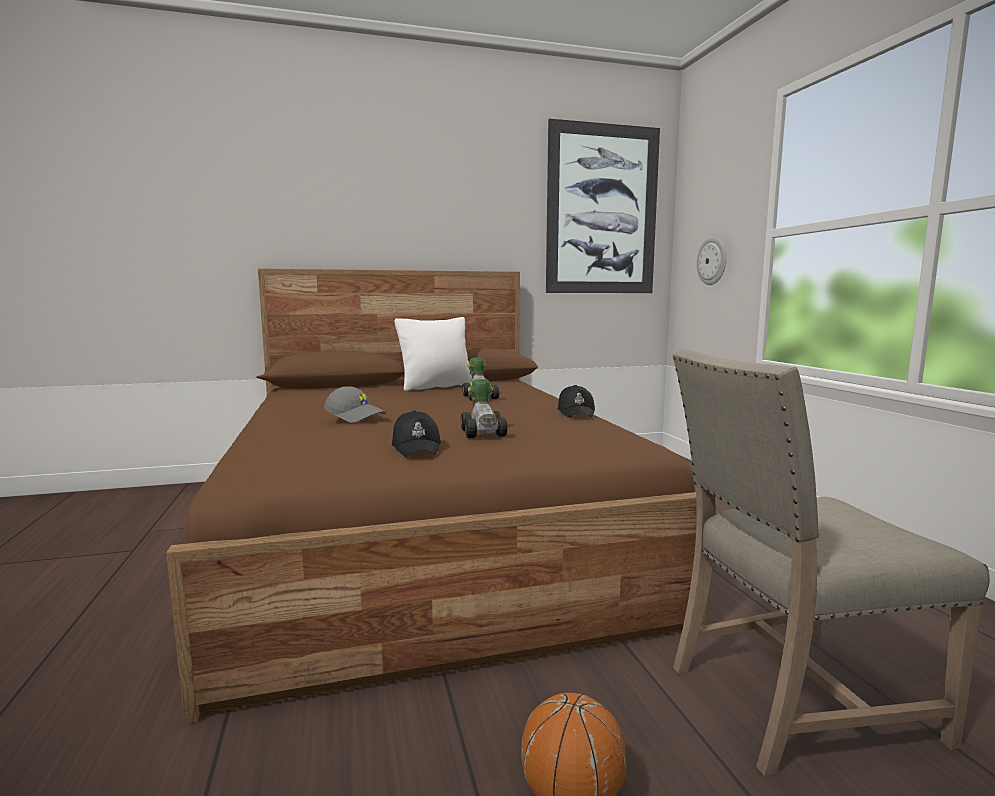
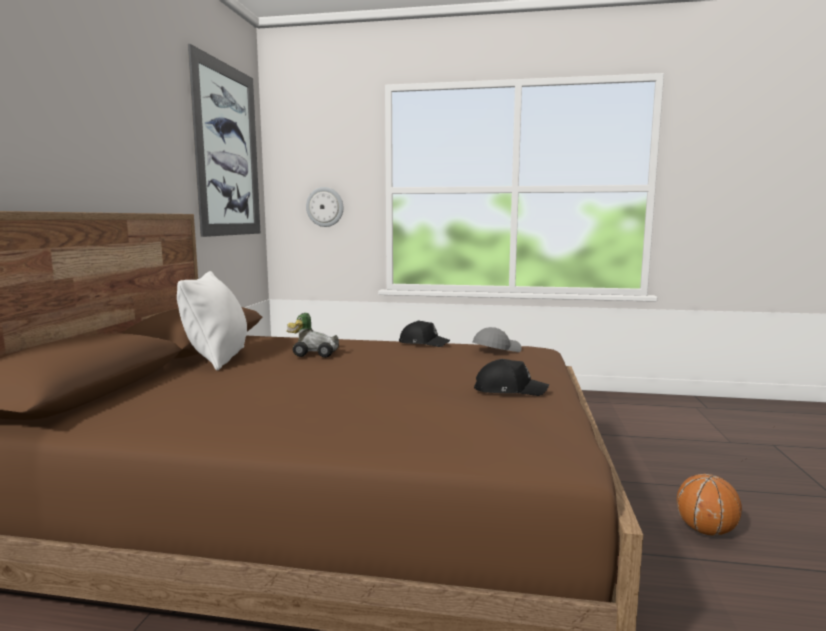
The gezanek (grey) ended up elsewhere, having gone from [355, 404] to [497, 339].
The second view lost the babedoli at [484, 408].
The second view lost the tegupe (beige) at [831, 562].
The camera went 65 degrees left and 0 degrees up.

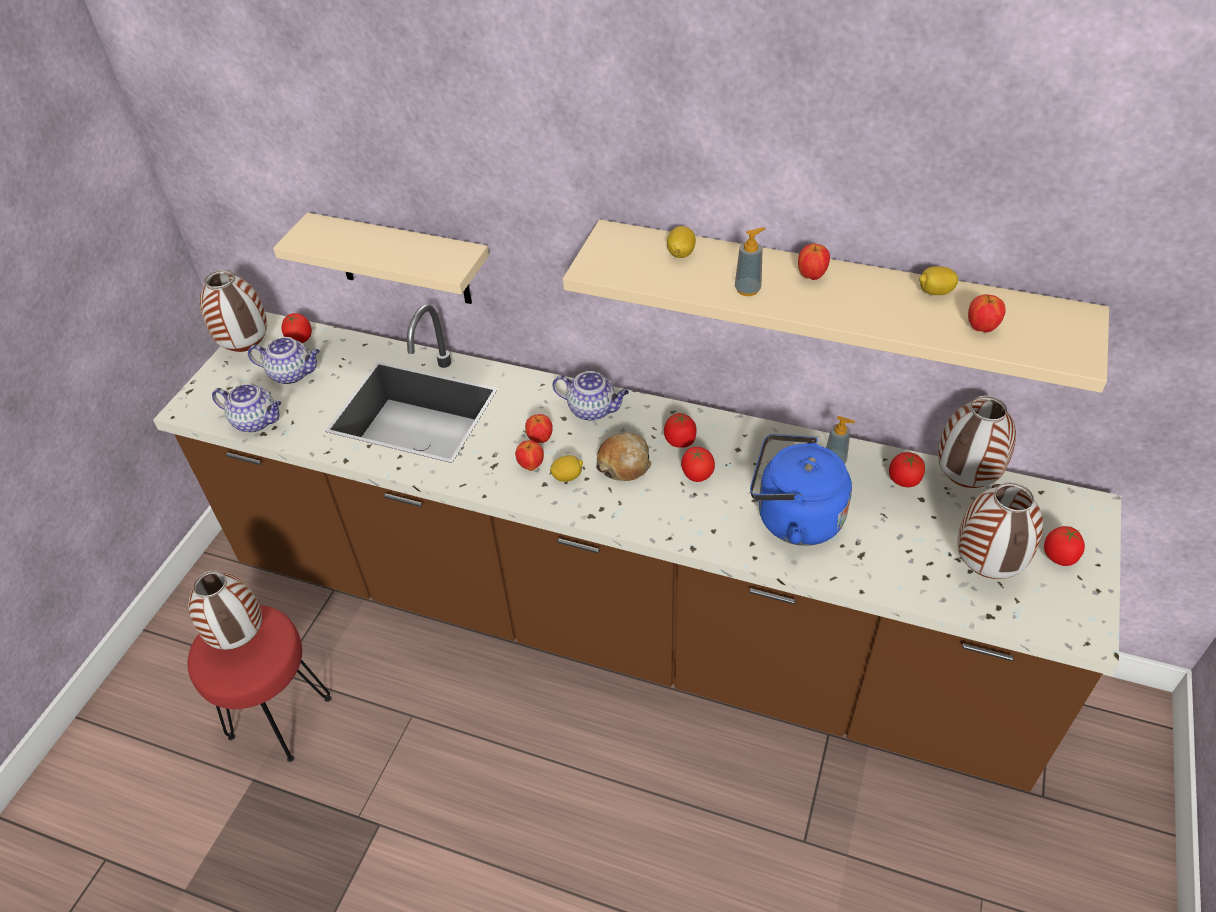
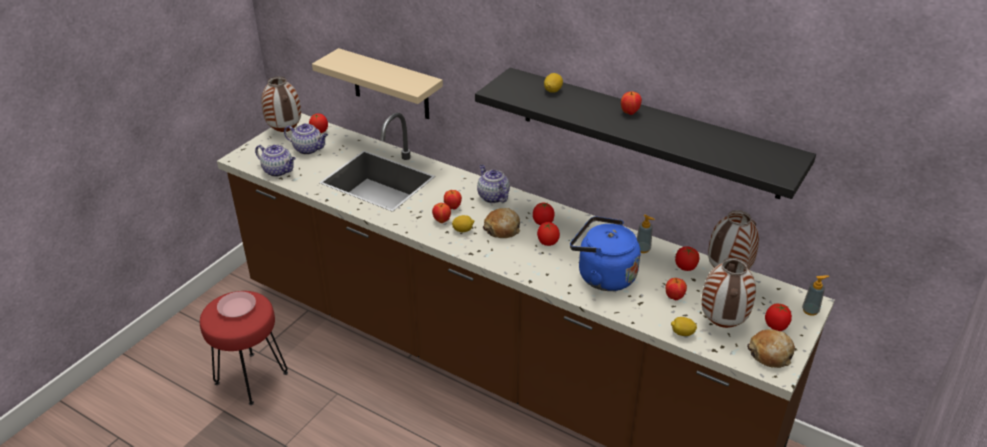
Where the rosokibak stood at [225, 610], the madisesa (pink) came to stand at [236, 305].
The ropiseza at [590, 396] ended up facing another way, 150 degrees counterclockwise from before.
What was the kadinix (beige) at [836, 306] turned into the kadinix (black) at [645, 133].
The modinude ended up elsewhere, having gone from [750, 261] to [815, 295].
The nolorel ended up elsewhere, having gone from [938, 280] to [684, 326].
The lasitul ended up elsewhere, having gone from [987, 313] to [676, 289].
The second view gained the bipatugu at [771, 348].
The camera went 10 degrees right and 10 degrees down.

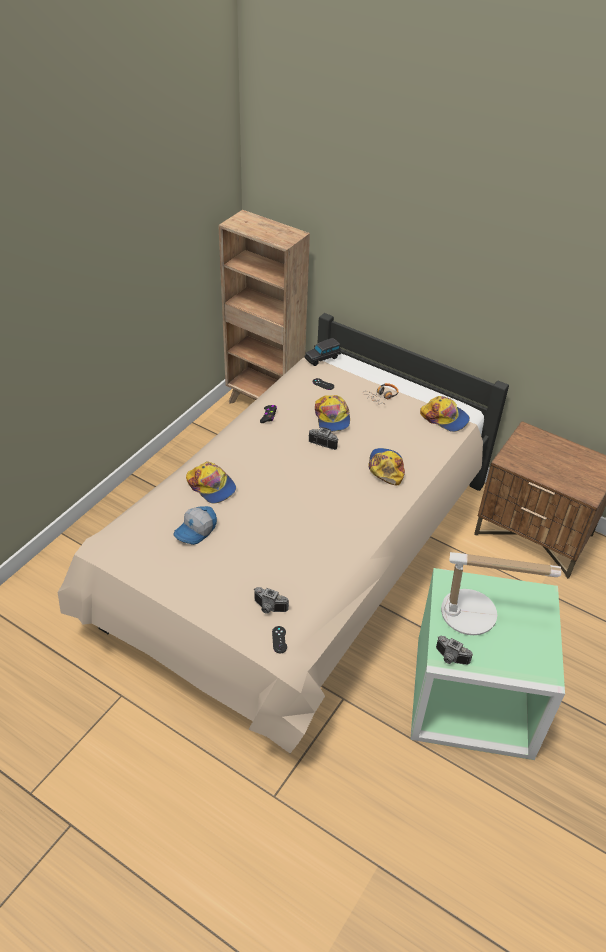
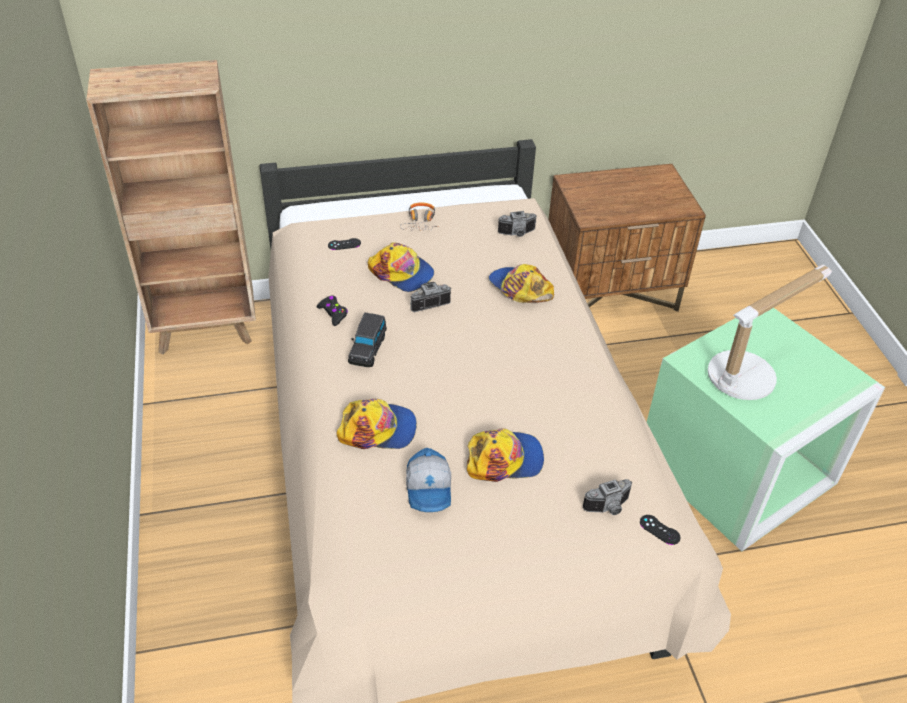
The babedoli (black) ended up elsewhere, having gone from [323, 352] to [367, 340].
The gezanek ended up elsewhere, having gone from [445, 414] to [505, 455].
The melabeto ended up elsewhere, having gone from [454, 650] to [517, 224].
The camera went 45 degrees left and 0 degrees up.

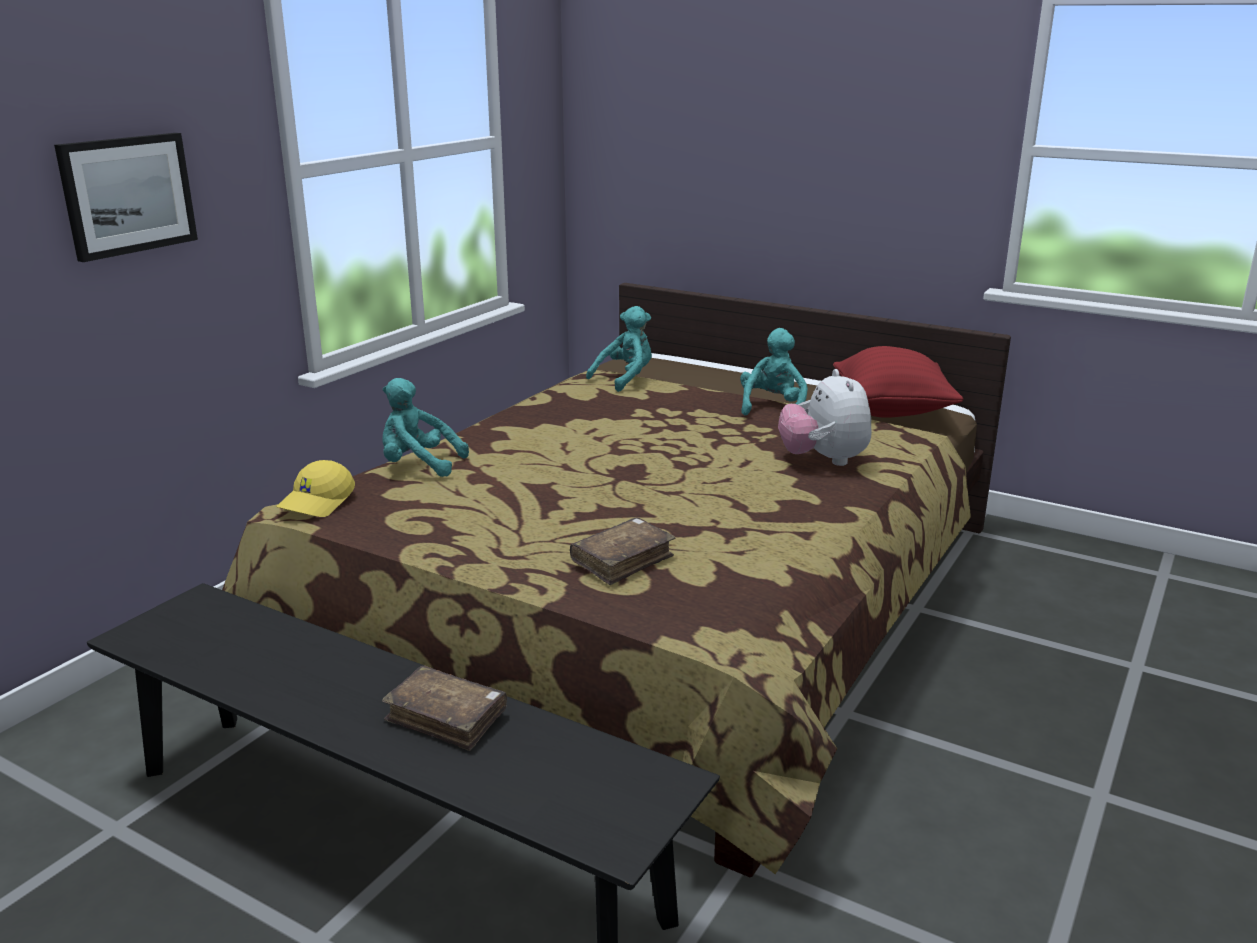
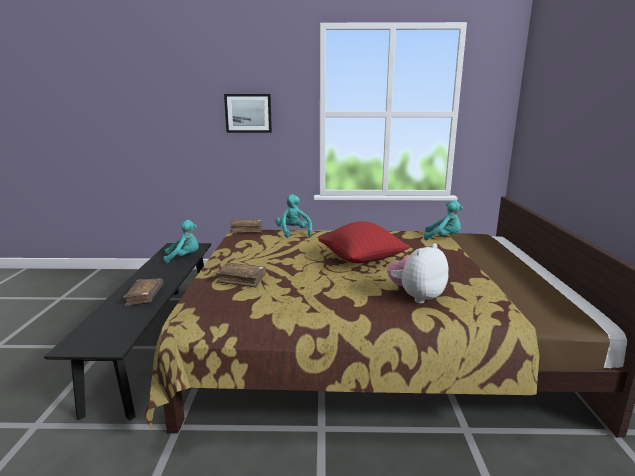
Where the gezanek (yellow) stood at [315, 488], the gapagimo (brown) came to stand at [246, 226].
The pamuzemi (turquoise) ended up elsewhere, having gone from [773, 371] to [181, 241].
The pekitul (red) ended up elsewhere, having gone from [898, 382] to [364, 242].
The camera went 60 degrees right and 5 degrees down.

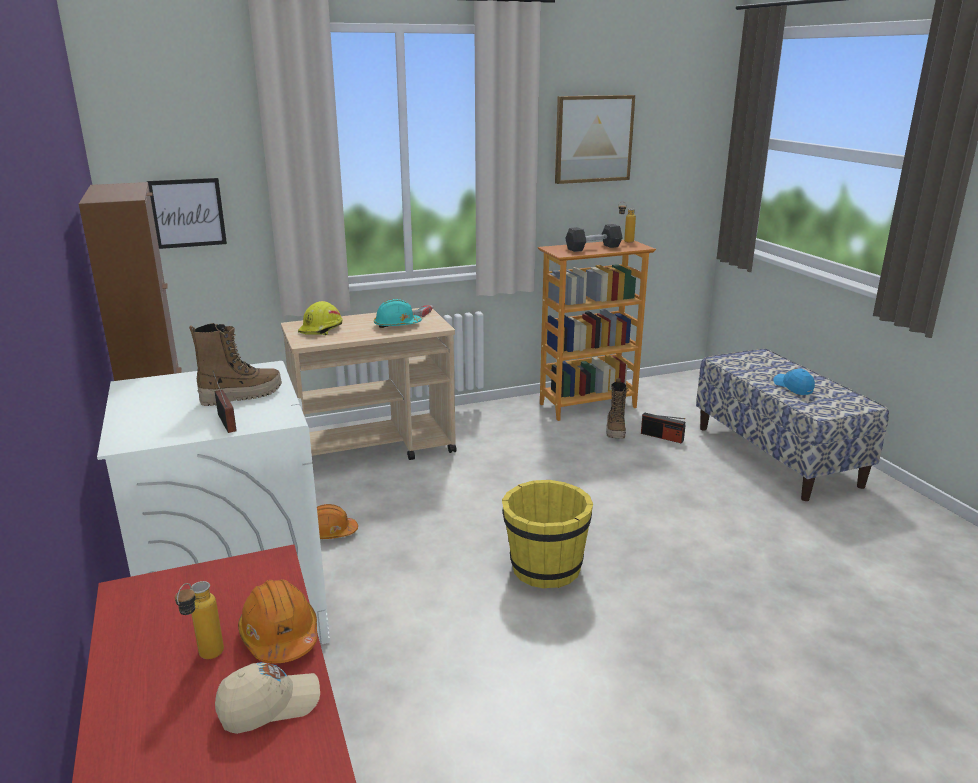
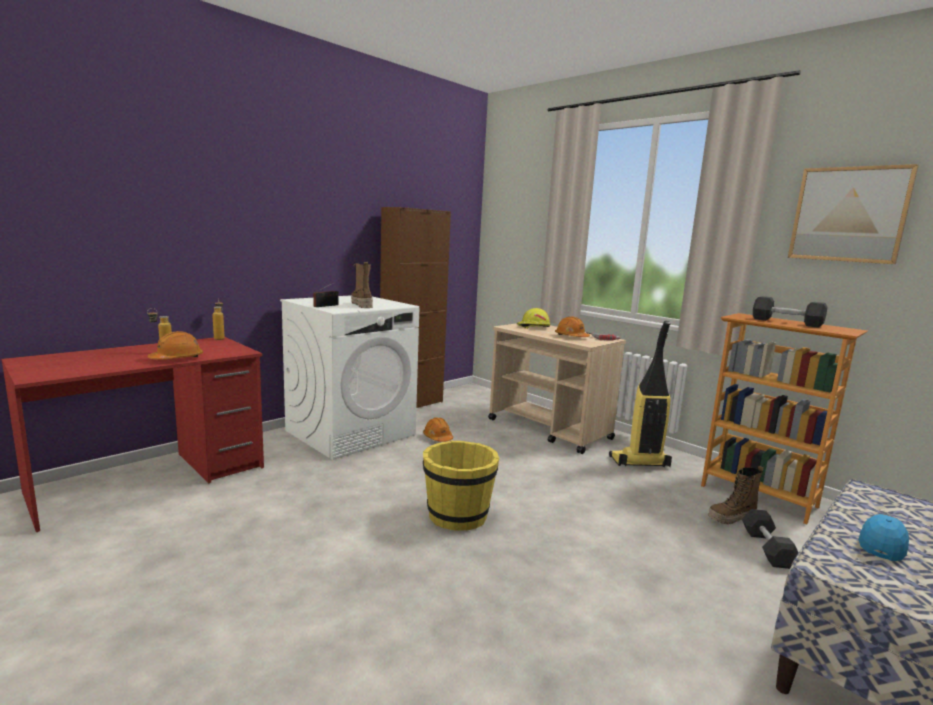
The second view lost the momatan at [187, 213].
The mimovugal at [235, 364] ended up facing another way, 150 degrees counterclockwise from before.
The second view lost the gezanek (beige) at [267, 698].
What was the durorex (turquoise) at [398, 313] turned into the durorex (orange) at [572, 326].
The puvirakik ended up elsewhere, having gone from [627, 222] to [218, 319].
Where the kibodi stood at [663, 428], the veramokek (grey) came to stand at [770, 539].
The second view gained the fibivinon at [640, 394].
The camera went 65 degrees right and 10 degrees down.

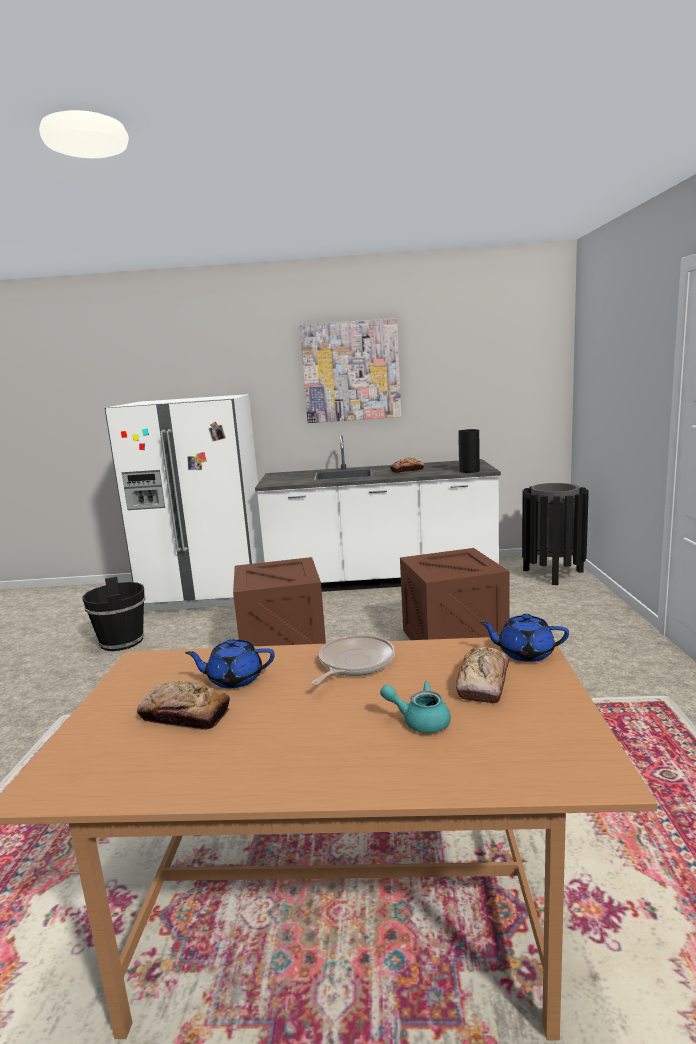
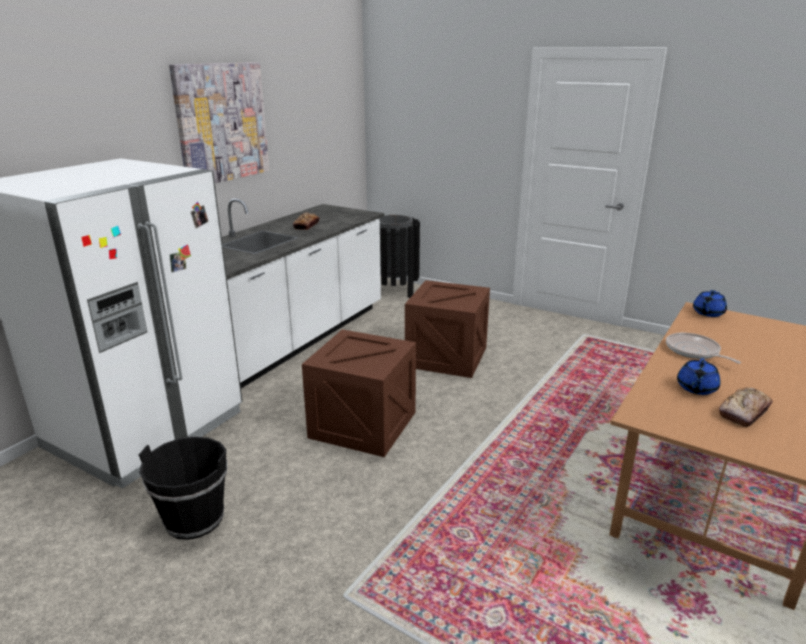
The second view lost the ropiseza (turquoise) at [415, 707].
The second view lost the bipatugu at [482, 675].
The second view lost the rosokibak at [469, 451].
The camera went 60 degrees left and 10 degrees up.

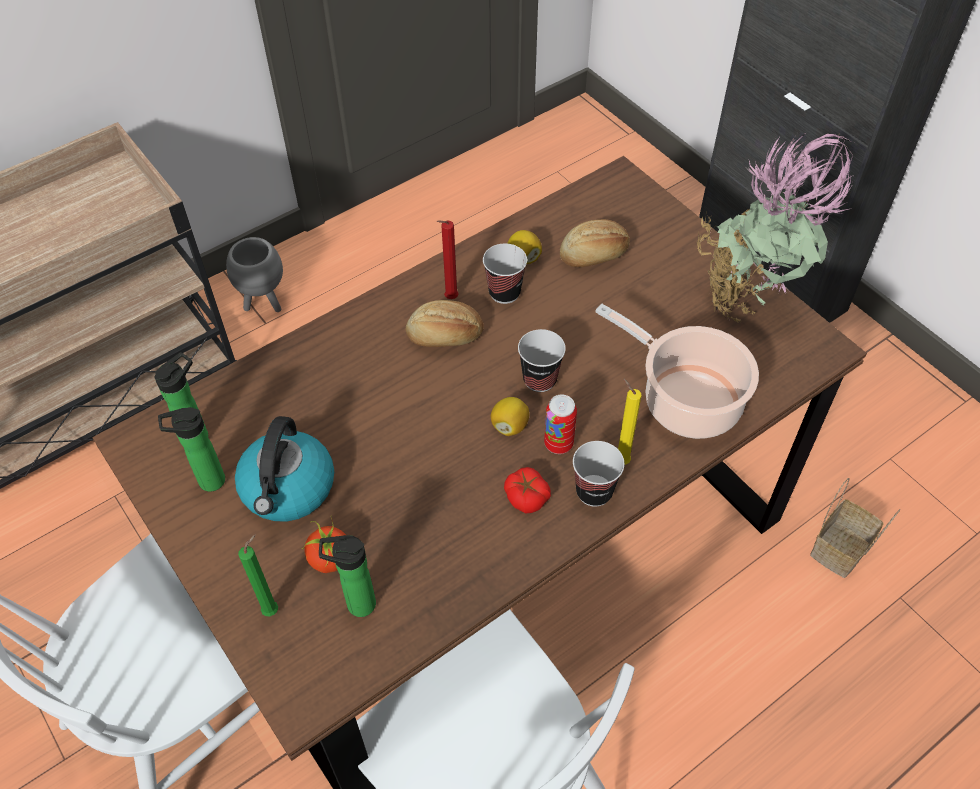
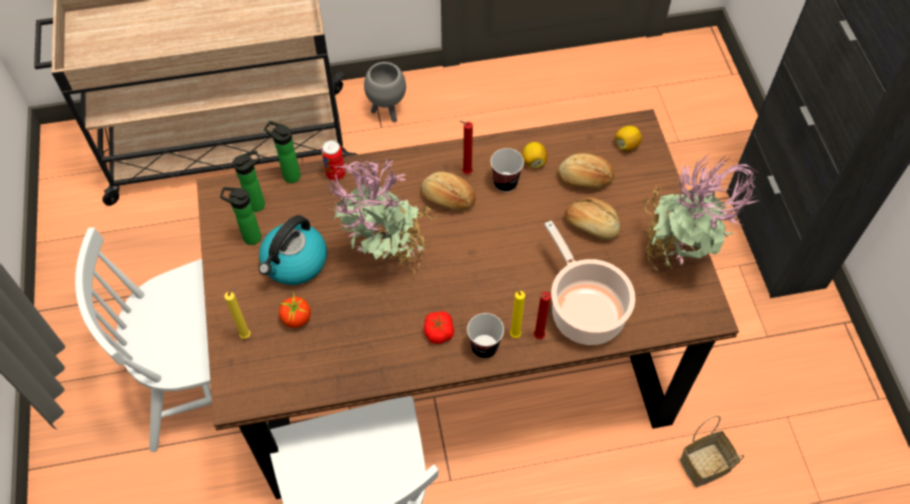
What was the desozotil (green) at [258, 575] turned into the desozotil (yellow) at [237, 313].
The puvirakik ended up elsewhere, having gone from [347, 576] to [282, 152].
The nolorel ended up elsewhere, having gone from [510, 416] to [628, 138].
The second view lost the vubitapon at [542, 360].
The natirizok ended up elsewhere, having gone from [560, 424] to [333, 160].
The second view gained the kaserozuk at [383, 217].
The second view gained the desozotil (red) at [542, 315].
The second view gained the bipatugu at [592, 218].
The camera went 25 degrees right and 5 degrees up.

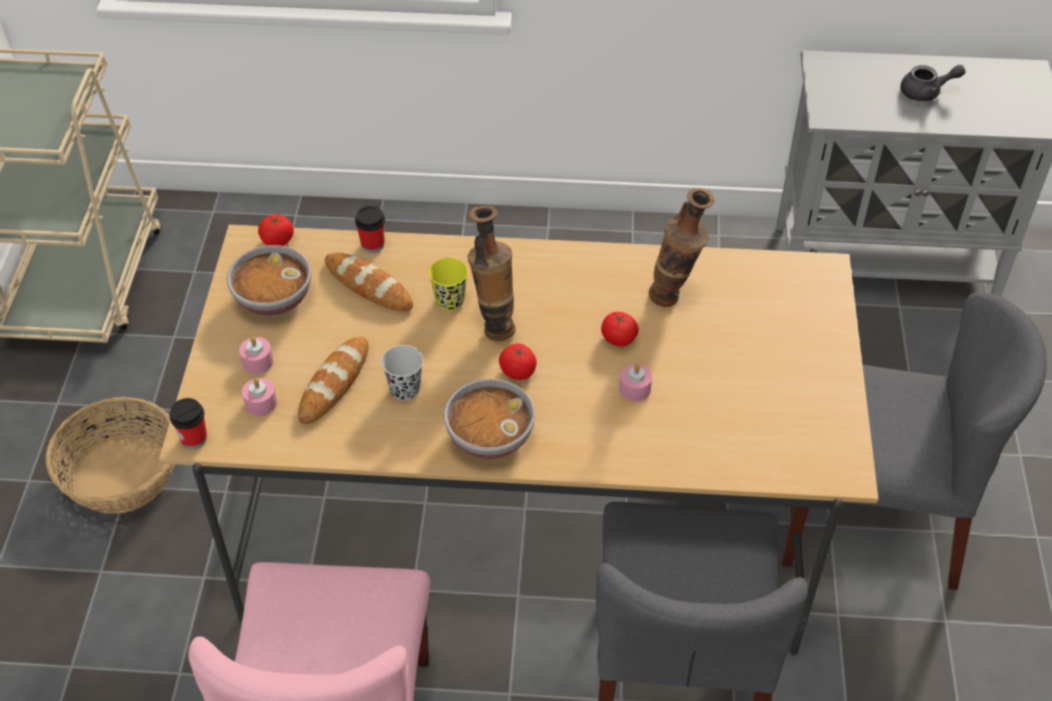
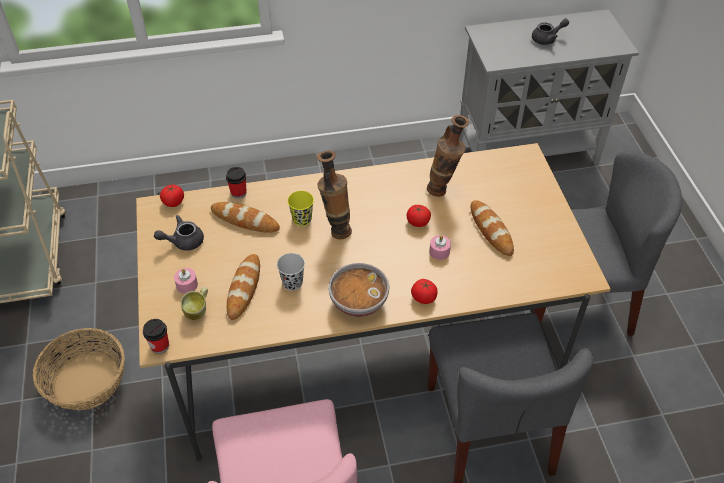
Where the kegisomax stood at [269, 280], the ropiseza (grey) came to stand at [179, 233].
Where the desozotil (pink) stood at [259, 397], the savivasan came to stand at [194, 303].
The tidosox ended up elsewhere, having gone from [518, 361] to [424, 291].
The second view gained the bipatugu at [492, 228].
The camera went 15 degrees left and 0 degrees up.

